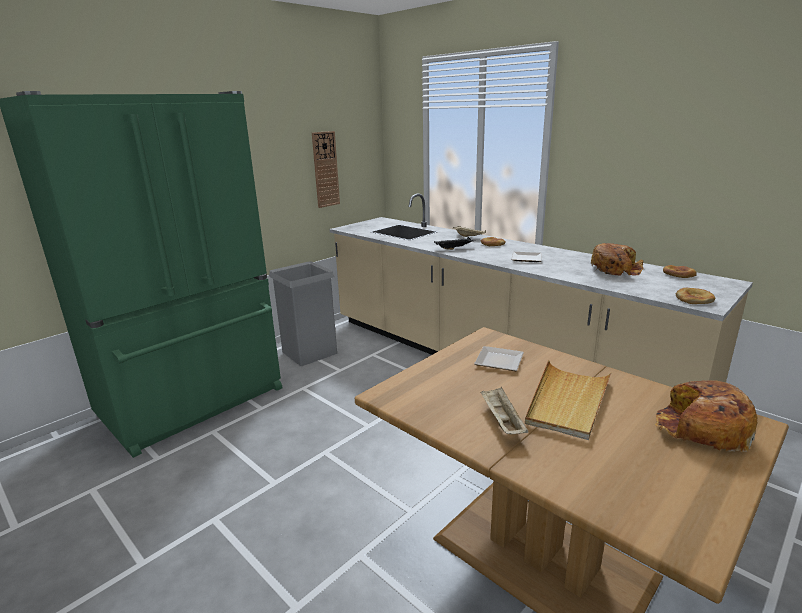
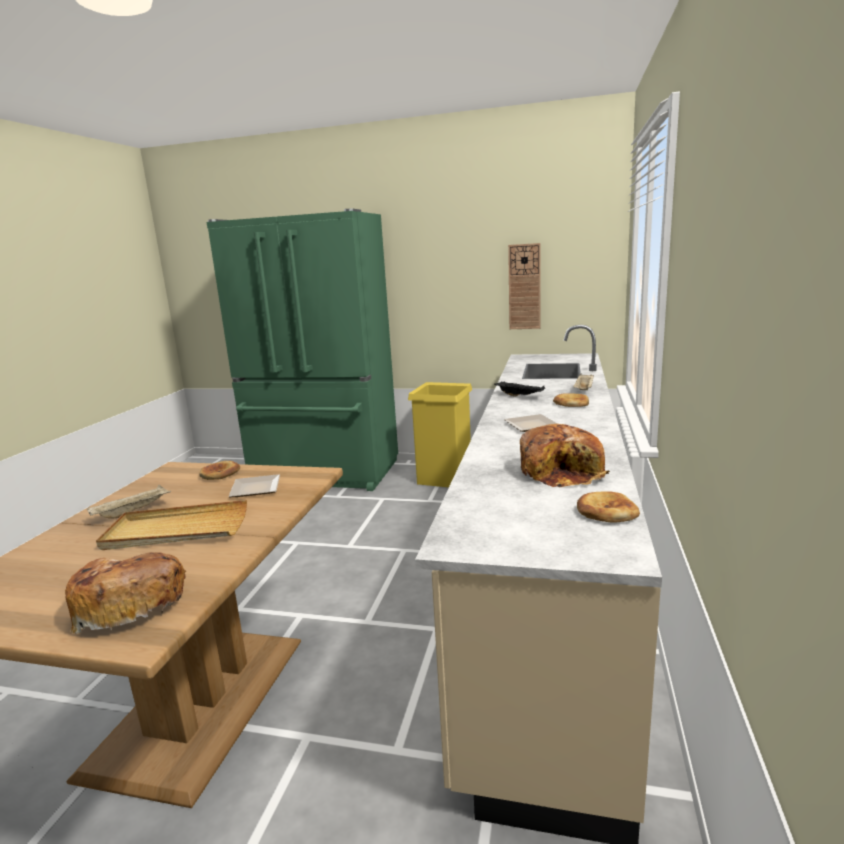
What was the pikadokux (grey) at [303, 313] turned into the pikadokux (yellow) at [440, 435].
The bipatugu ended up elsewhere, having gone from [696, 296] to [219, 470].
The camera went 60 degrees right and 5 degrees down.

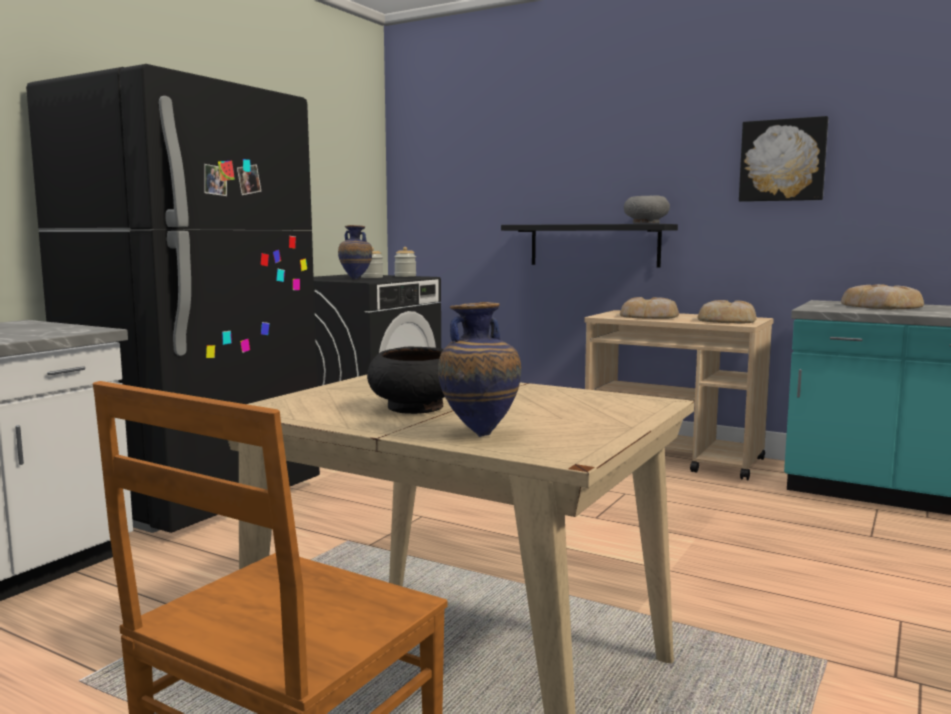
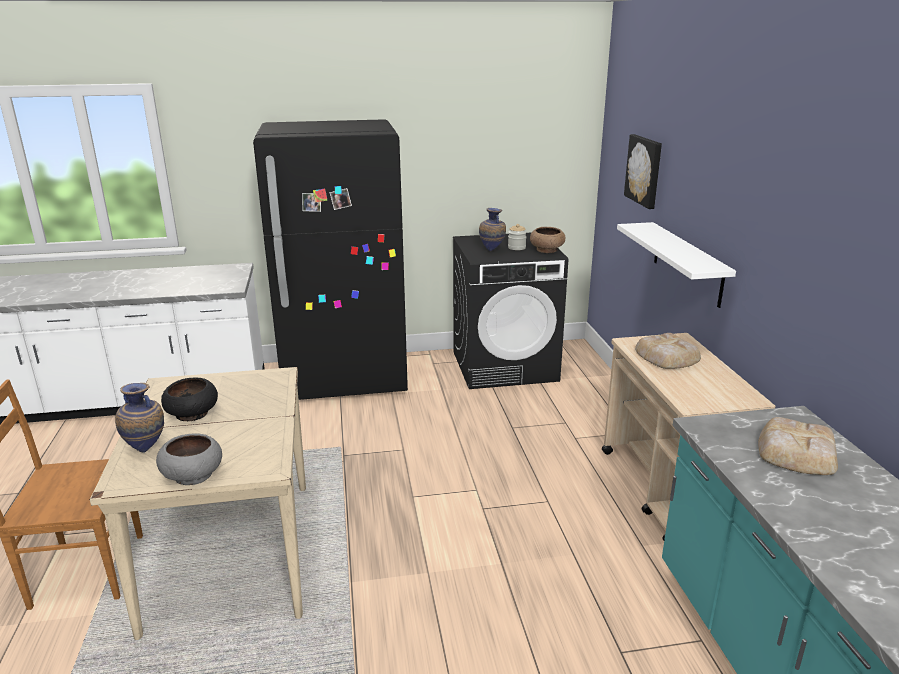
Where the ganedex stood at [405, 262], the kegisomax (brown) came to stand at [547, 240].
What was the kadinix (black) at [589, 245] turned into the kadinix (white) at [676, 265].
The kegisomax (grey) ended up elsewhere, having gone from [647, 209] to [189, 459].
The second view lost the bipatugu at [727, 311].
The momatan ended up elsewhere, having gone from [783, 159] to [643, 171].
The camera went 50 degrees right and 15 degrees up.

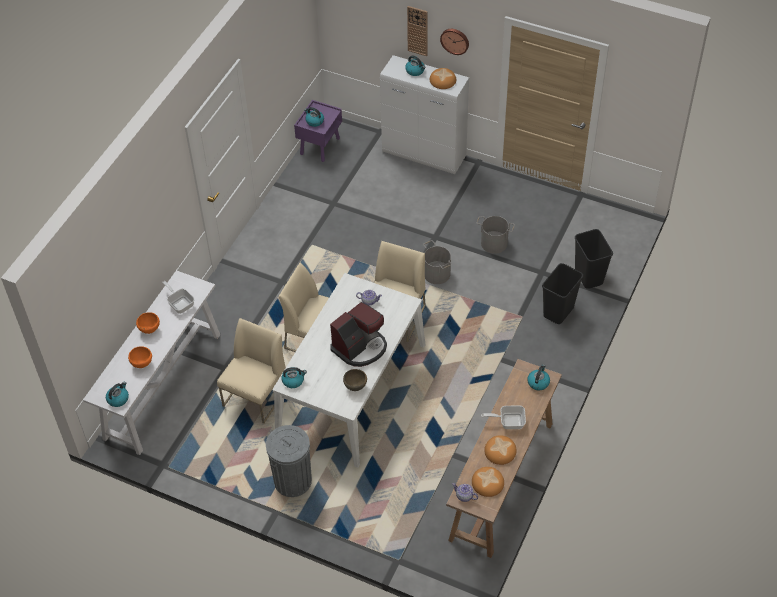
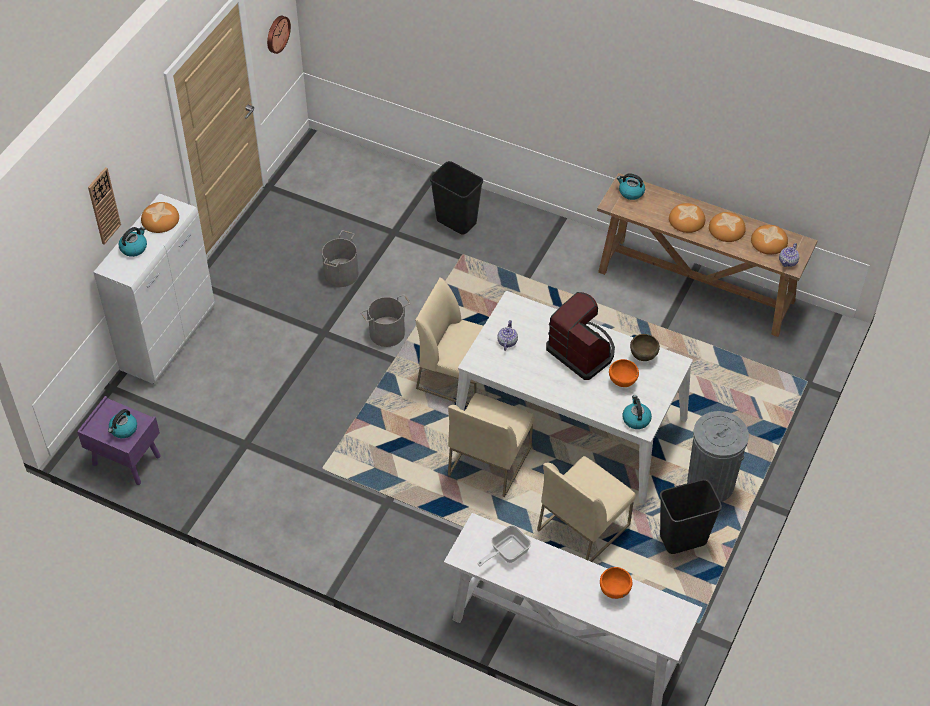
The second view lost the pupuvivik at [117, 394].
The kegisomax (orange) ended up elsewhere, having gone from [148, 323] to [624, 373].
The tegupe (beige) at [251, 371] ended up facing another way, 75 degrees counterclockwise from before.
The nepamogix ended up elsewhere, having gone from [454, 42] to [279, 35].
Where the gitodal stood at [503, 417], the bipatugu came to stand at [687, 218].
The pikadokux (black) ended up elsewhere, having gone from [594, 259] to [691, 516].
The camera went 90 degrees left and 0 degrees up.

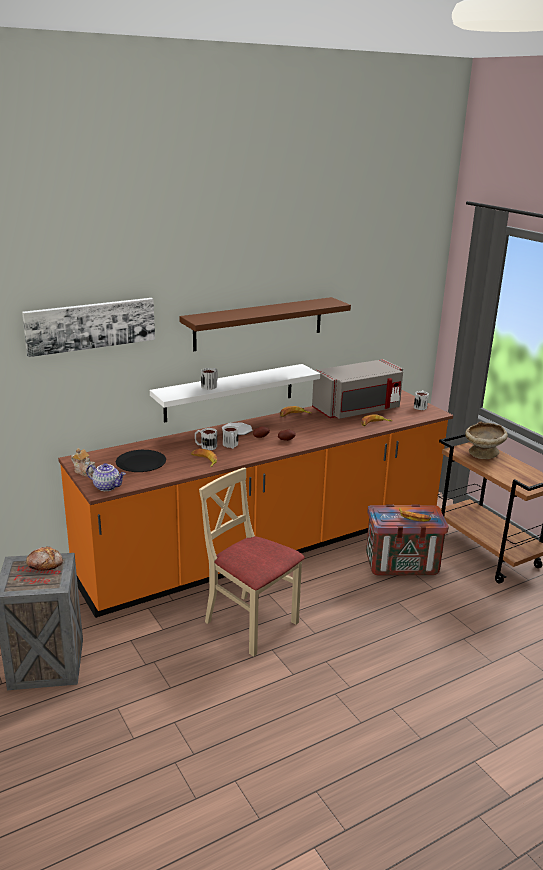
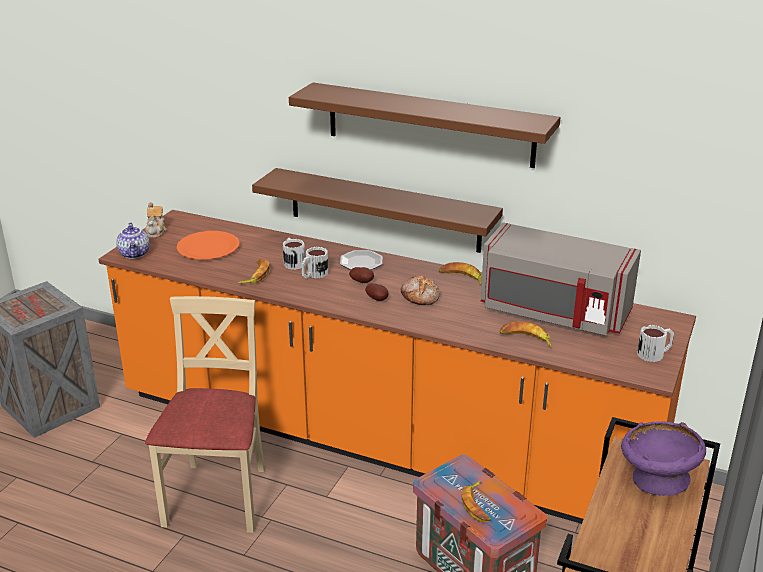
The second view lost the momatan at [88, 327].
The bipatugu ended up elsewhere, having gone from [44, 558] to [420, 290].
What was the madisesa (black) at [141, 461] turned into the madisesa (orange) at [208, 245].
What was the kadinix (white) at [235, 393] turned into the kadinix (brown) at [377, 210].
The second view lost the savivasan at [209, 379].
What was the kegisomax (beige) at [486, 440] turned into the kegisomax (purple) at [663, 458].
The camera went 55 degrees right and 5 degrees up.

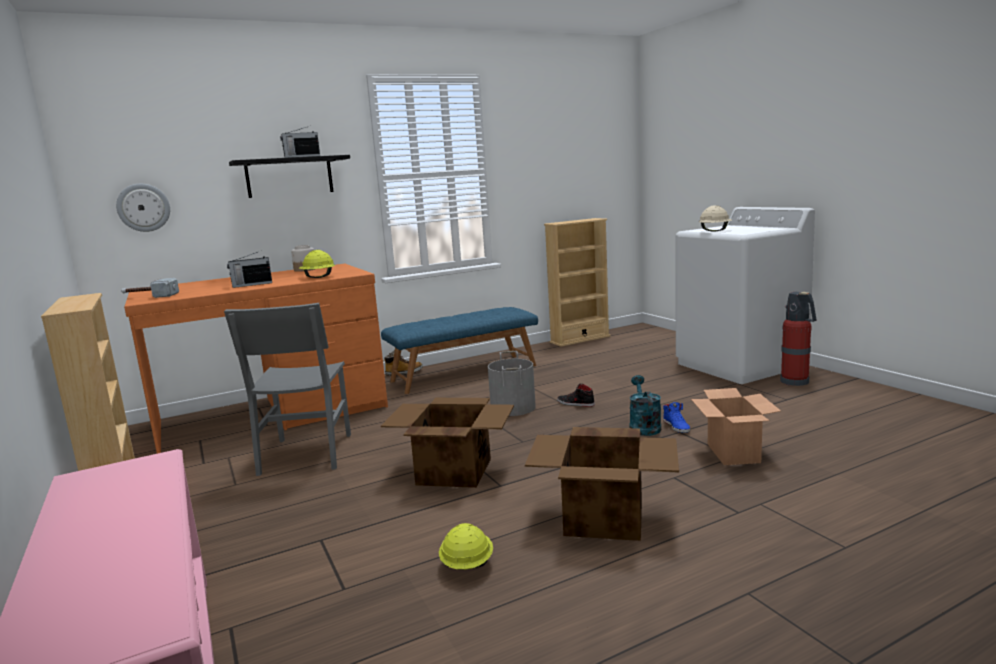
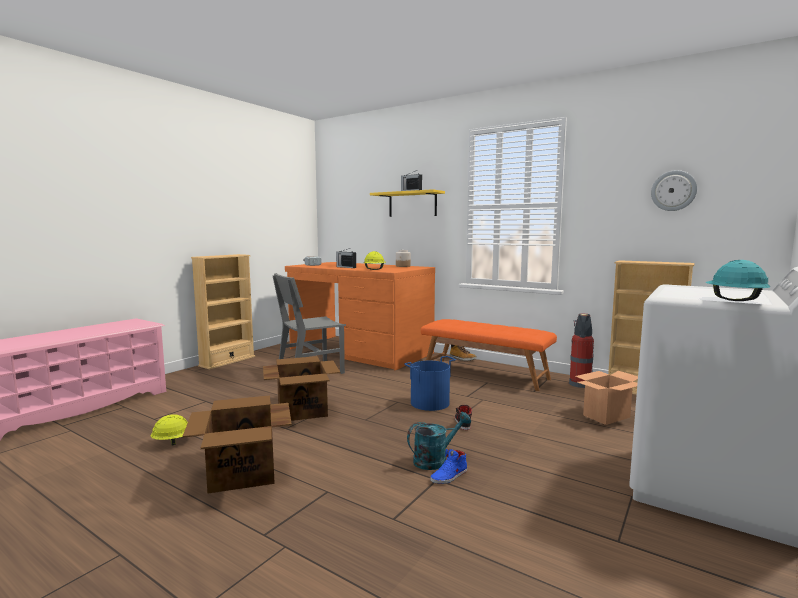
The nepamogix ended up elsewhere, having gone from [143, 208] to [674, 190].
What was the kadinix (black) at [289, 176] turned into the kadinix (yellow) at [407, 203].
What was the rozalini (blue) at [459, 350] turned into the rozalini (orange) at [489, 355].
What was the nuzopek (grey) at [512, 383] turned into the nuzopek (blue) at [430, 383].
The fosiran ended up elsewhere, having gone from [736, 426] to [606, 398].
The second view lost the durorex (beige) at [715, 218].
The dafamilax ended up elsewhere, having gone from [798, 339] to [581, 350].
The second view gained the durorex (turquoise) at [738, 280].
The camera went 60 degrees right and 5 degrees down.

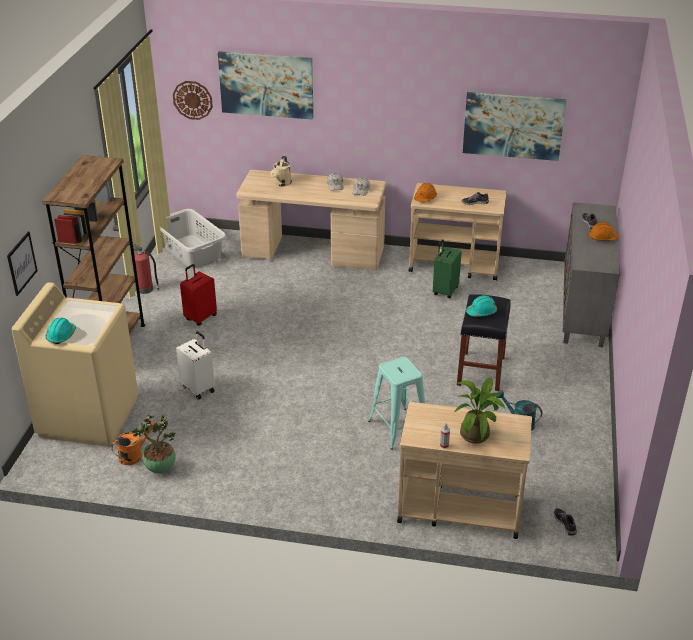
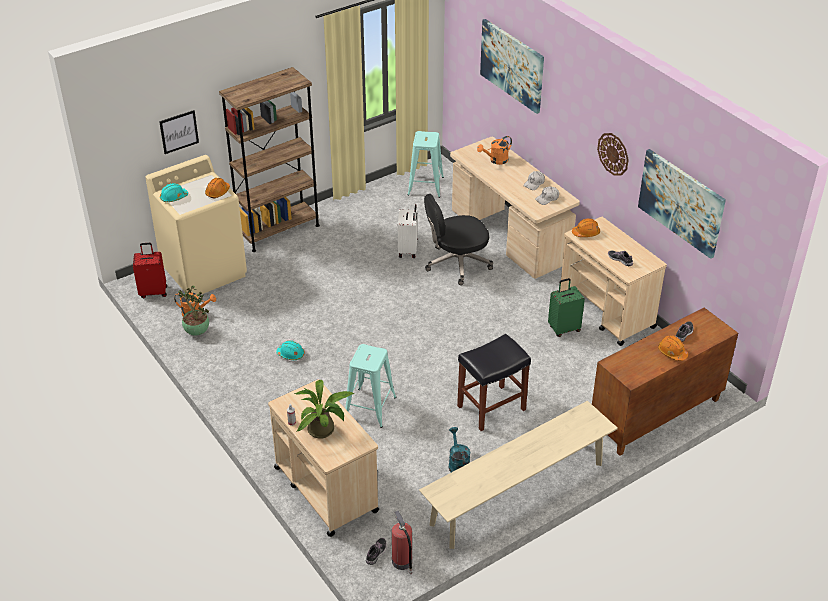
The dafamilax ended up elsewhere, having gone from [146, 269] to [402, 543].
Where the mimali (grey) stood at [193, 238], the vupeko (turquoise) came to stand at [425, 164].
The nepamogix ended up elsewhere, having gone from [193, 100] to [613, 154].
The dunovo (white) ended up elsewhere, having gone from [195, 365] to [408, 231].
The dunovo (red) ended up elsewhere, having gone from [198, 295] to [150, 270].
What was the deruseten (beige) at [281, 171] turned into the deruseten (orange) at [494, 150].
The durorex (turquoise) ended up elsewhere, having gone from [481, 306] to [290, 350].
What was the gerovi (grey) at [591, 274] turned into the gerovi (brown) at [665, 382].
The second view gained the durorex (orange) at [217, 188].
The second view gained the rozalini (beige) at [518, 475].
The second view gained the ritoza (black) at [458, 239].
The camera went 45 degrees right and 5 degrees up.

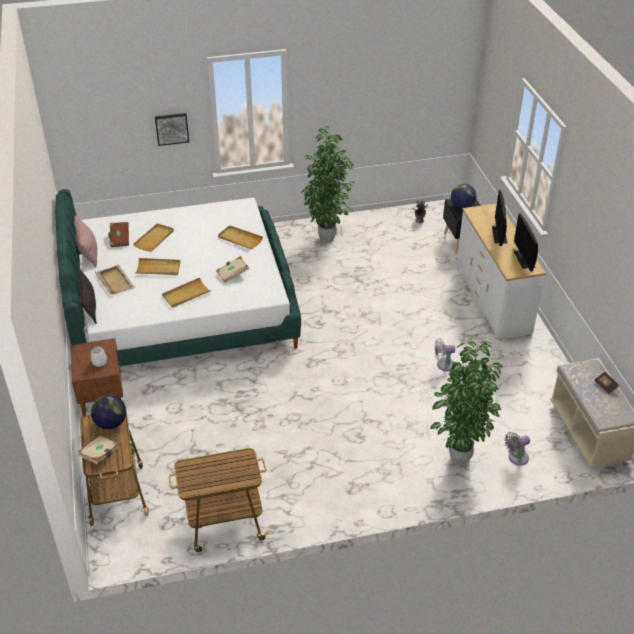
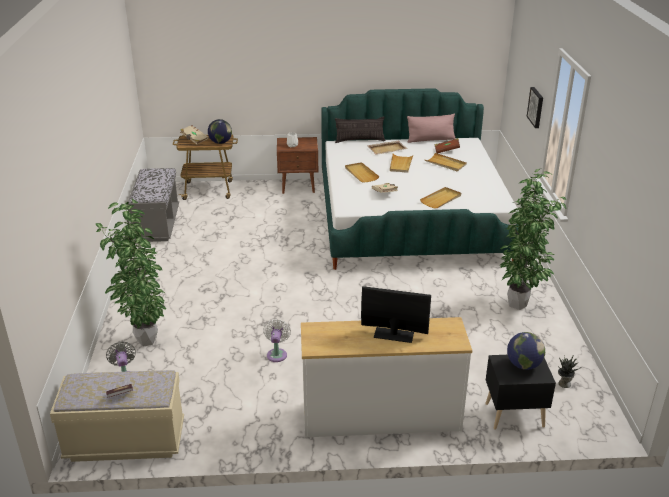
Where the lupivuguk stood at [219, 500], the rozalini (grey) came to stand at [153, 205].
The second view lost the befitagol at [526, 242].
The camera went 100 degrees right and 10 degrees down.

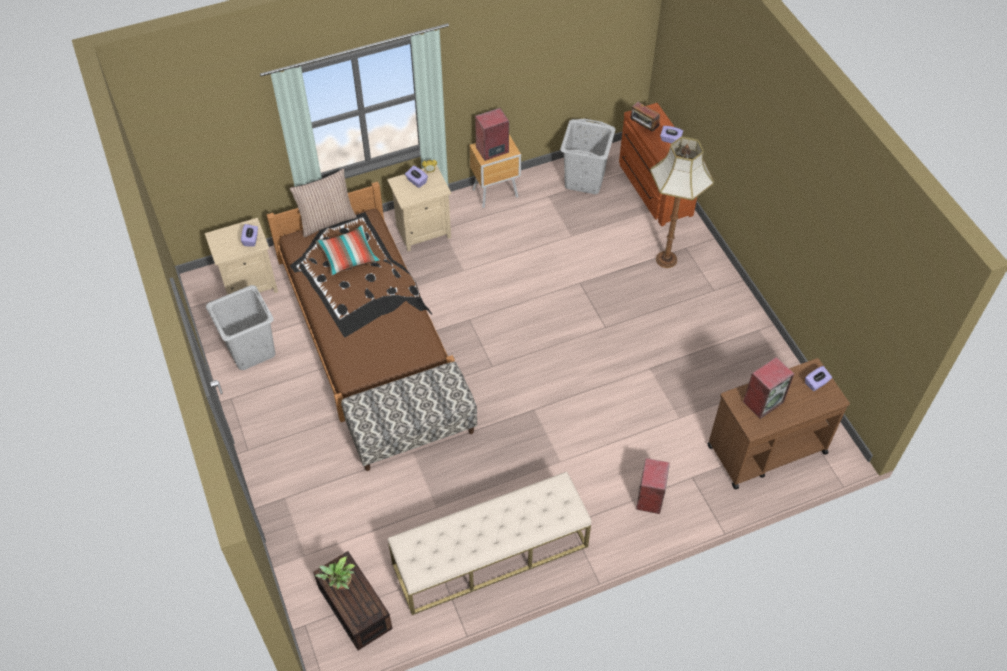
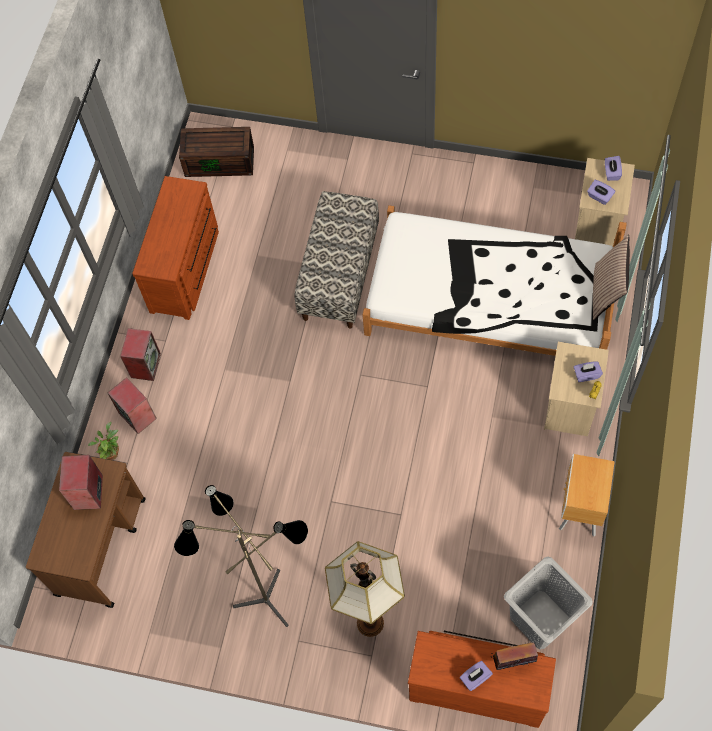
The second view lost the mimali (grey) at [240, 327].
What was the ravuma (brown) at [361, 302] turned into the ravuma (white) at [494, 280].
The second view lost the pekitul at [347, 250].
The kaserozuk ended up elsewhere, having gone from [335, 573] to [103, 441].
Where the rozalini (beige) stood at [490, 543], the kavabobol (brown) came to stand at [175, 248].
The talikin ended up elsewhere, having gone from [492, 134] to [140, 354].
The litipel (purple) ended up elsewhere, having gone from [818, 378] to [613, 168].
The second view gained the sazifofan at [241, 556].
The camera went 130 degrees right and 10 degrees up.

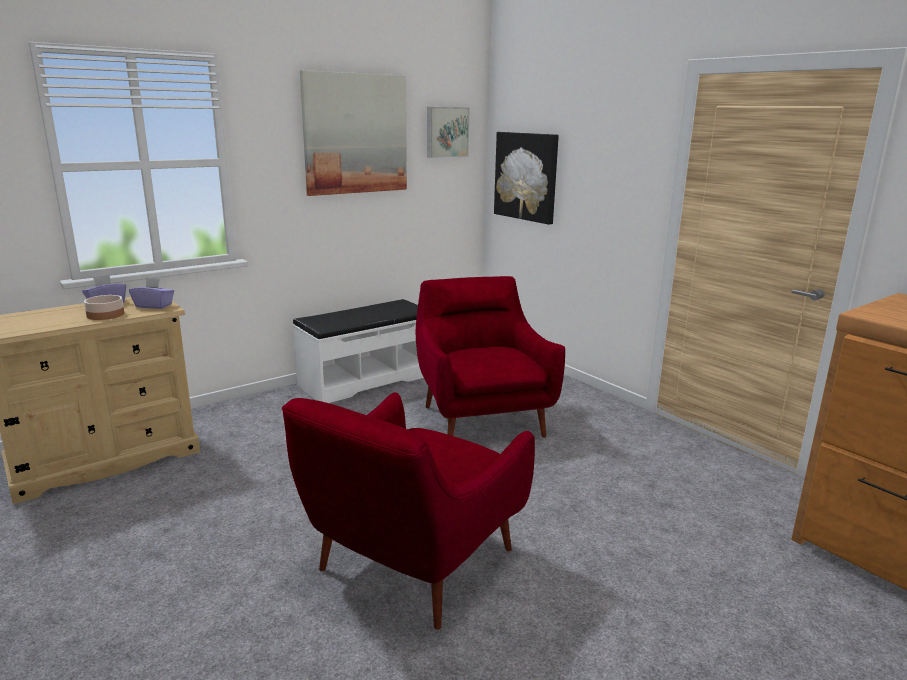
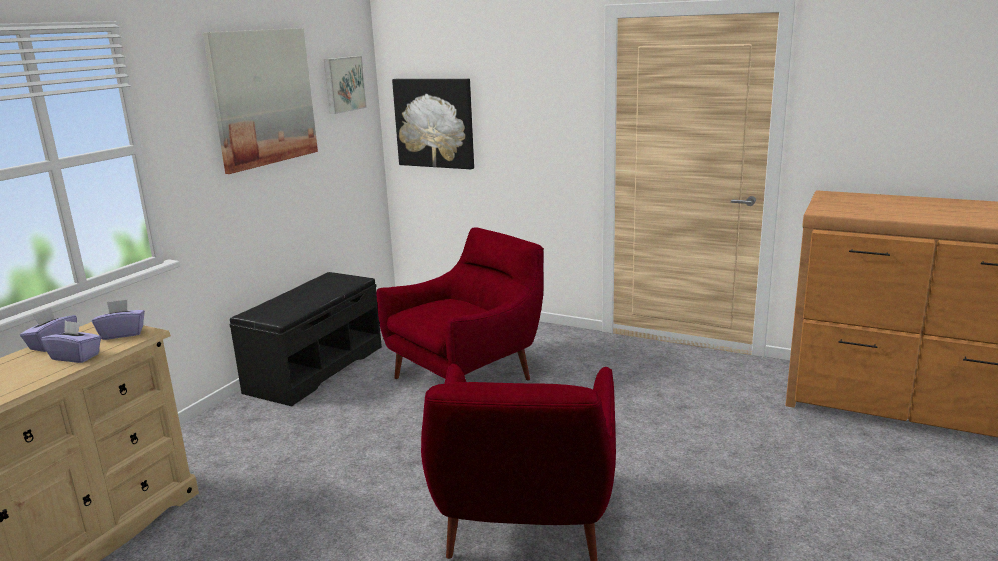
Where the kegisomax stood at [104, 307], the litipel (purple) came to stand at [71, 342].
What was the rozalini (white) at [358, 351] turned into the rozalini (black) at [305, 339].
The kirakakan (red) at [490, 357] ended up facing another way, 90 degrees clockwise from before.
The camera went 25 degrees left and 0 degrees up.

